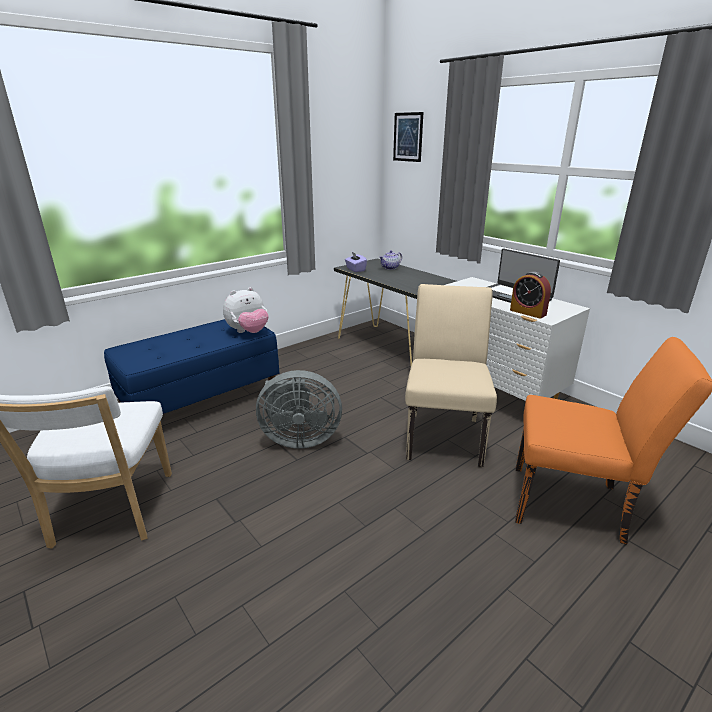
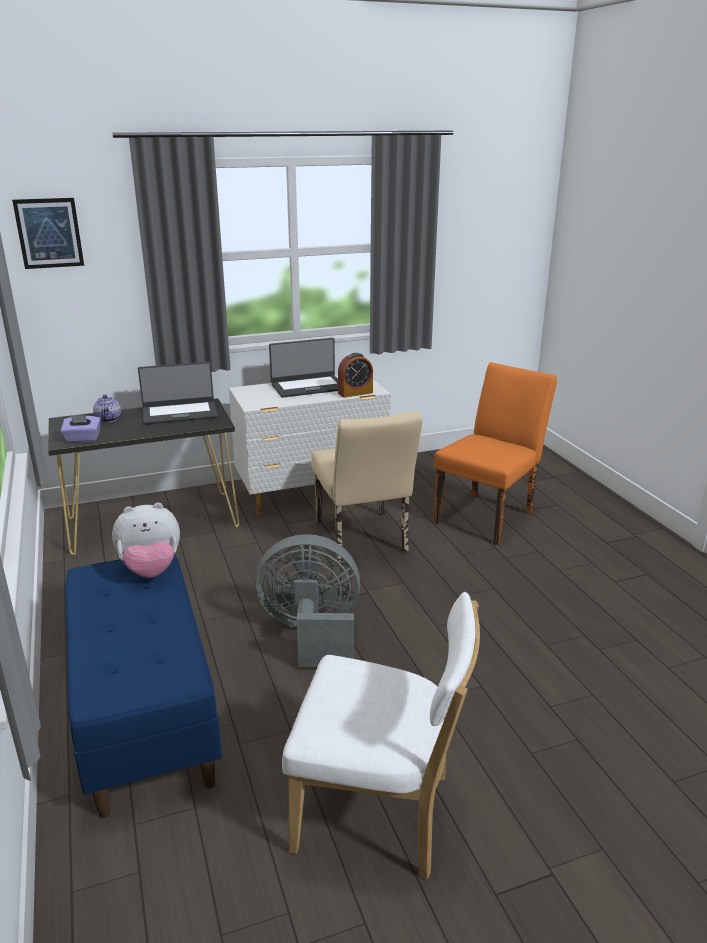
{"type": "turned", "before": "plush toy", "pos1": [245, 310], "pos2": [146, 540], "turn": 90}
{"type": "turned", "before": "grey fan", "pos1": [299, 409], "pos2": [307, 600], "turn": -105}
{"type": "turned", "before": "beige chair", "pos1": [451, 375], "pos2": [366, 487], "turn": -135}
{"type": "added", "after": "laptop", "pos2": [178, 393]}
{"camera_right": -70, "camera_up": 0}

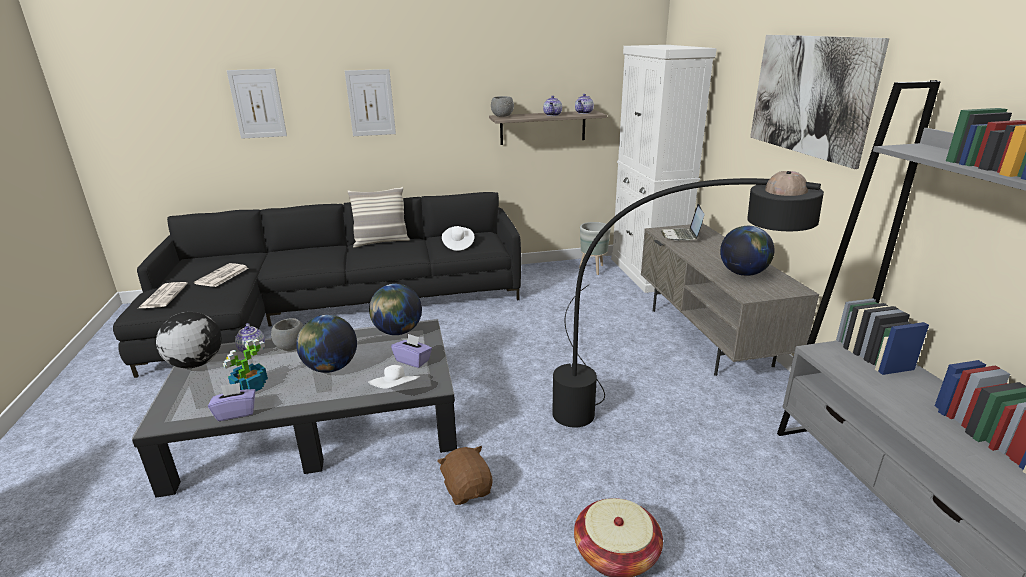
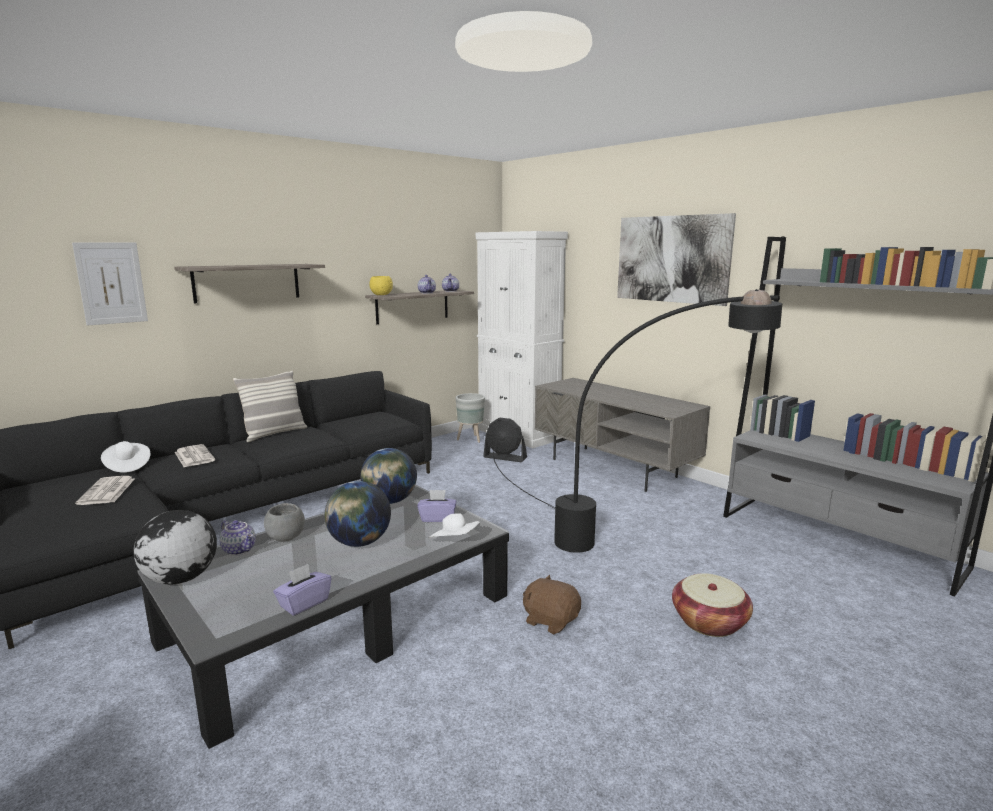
{"type": "moved", "before": "newspaper", "pos1": [163, 295], "pos2": [195, 455]}
{"type": "removed", "before": "potted plant", "pos1": [245, 365]}
{"type": "replaced", "before": "picture", "after": "shelf", "pos1": [370, 102], "pos2": [249, 283]}
{"type": "moved", "before": "white hat", "pos1": [458, 238], "pos2": [126, 457]}
{"type": "recoloured", "before": "grey bowl", "after": "yellow bowl", "pos1": [502, 106], "pos2": [381, 285]}
{"type": "removed", "before": "laptop", "pos1": [682, 222]}
{"type": "removed", "before": "globe", "pos1": [747, 251]}
{"type": "added", "after": "black fan", "pos2": [505, 440]}
{"camera_right": -30, "camera_up": -10}

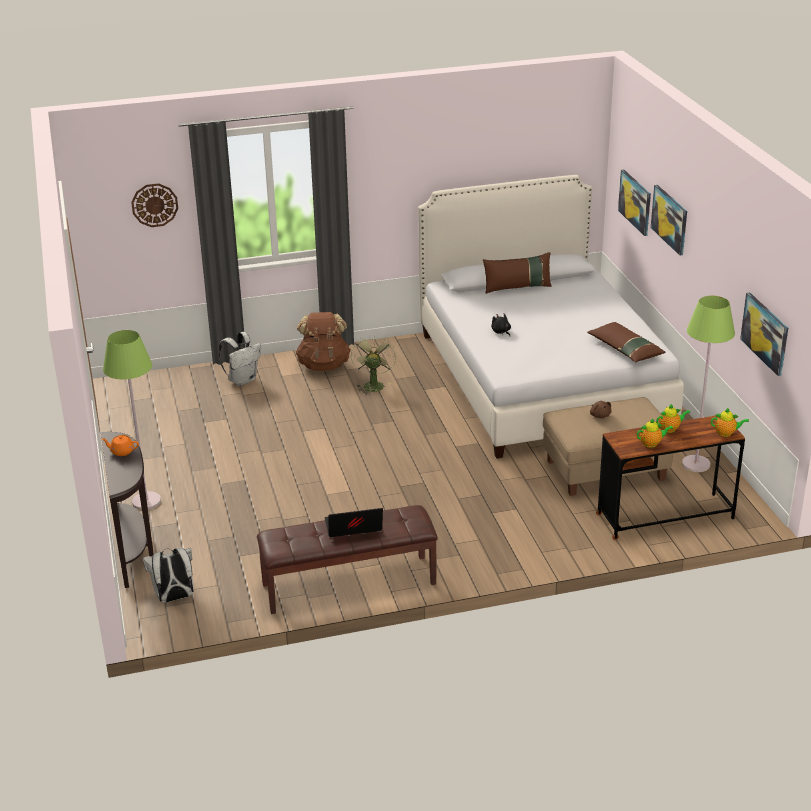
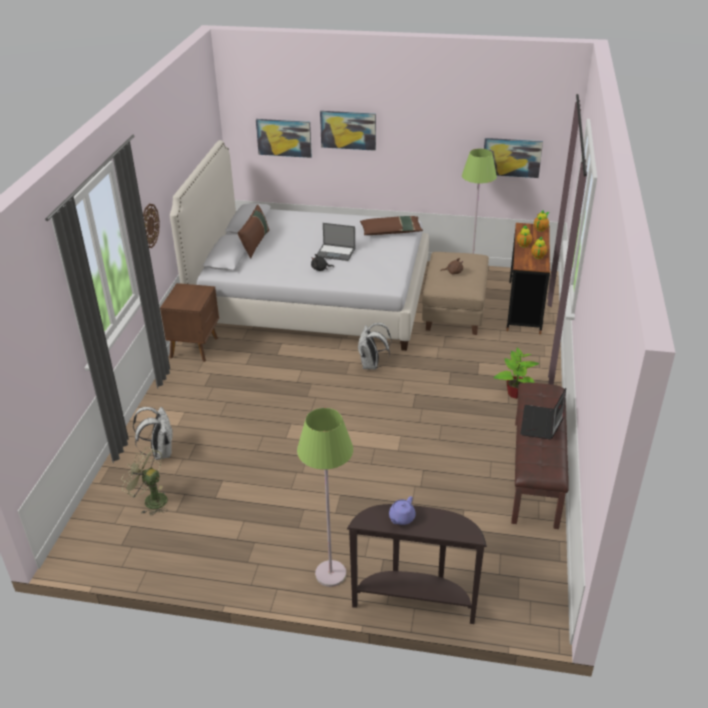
{"type": "recoloured", "before": "orange teapot", "after": "purple teapot", "pos1": [120, 445], "pos2": [402, 510]}
{"type": "moved", "before": "wall clock", "pos1": [154, 205], "pos2": [151, 226]}
{"type": "moved", "before": "white backpack", "pos1": [168, 575], "pos2": [374, 346]}
{"type": "removed", "before": "brown backpack", "pos1": [323, 341]}
{"type": "moved", "before": "green fan", "pos1": [373, 364], "pos2": [144, 481]}
{"type": "added", "after": "brown nightstand", "pos2": [189, 322]}
{"type": "added", "after": "laptop", "pos2": [336, 242]}
{"type": "added", "after": "potted plant", "pos2": [516, 373]}
{"camera_right": -65, "camera_up": 5}

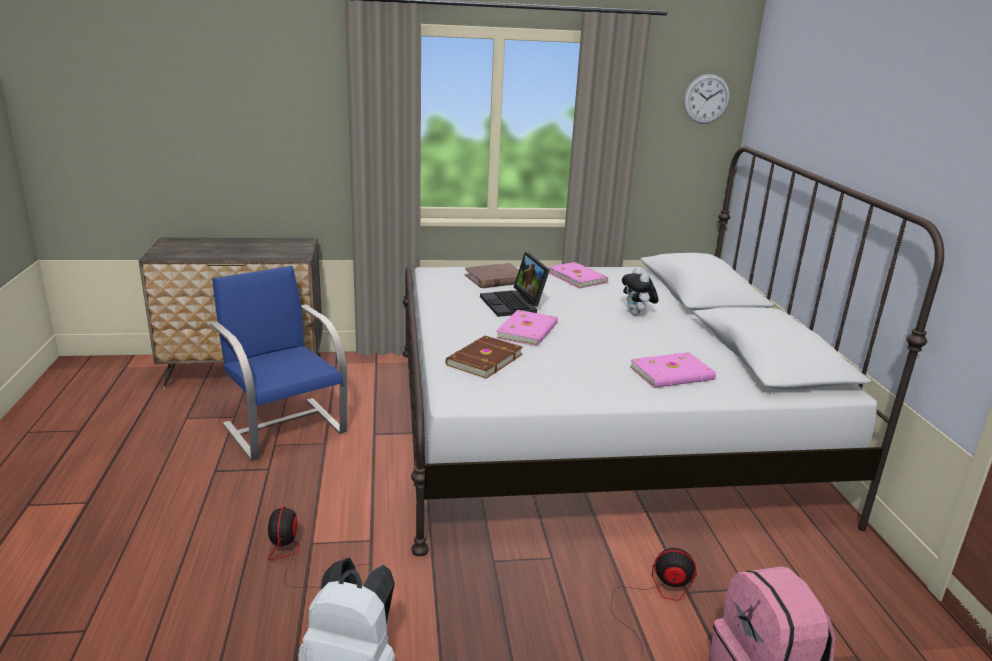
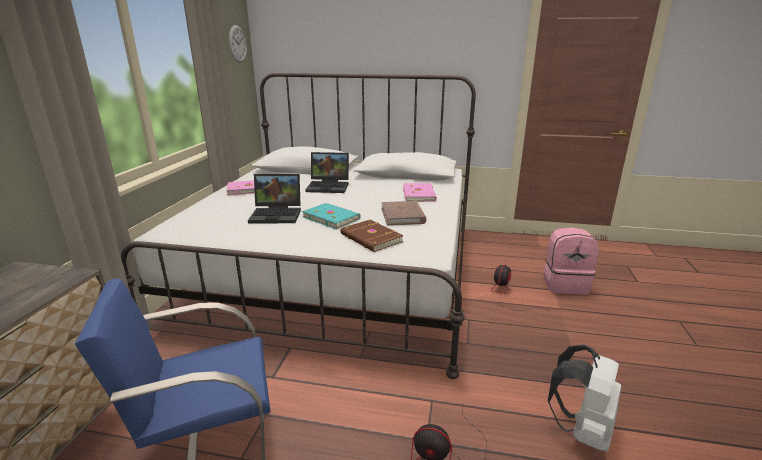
{"type": "moved", "before": "brown book", "pos1": [492, 275], "pos2": [404, 213]}
{"type": "recoloured", "before": "pink book", "after": "turquoise book", "pos1": [527, 328], "pos2": [331, 216]}
{"type": "replaced", "before": "plush toy", "after": "laptop", "pos1": [640, 291], "pos2": [327, 172]}
{"camera_right": -70, "camera_up": 0}

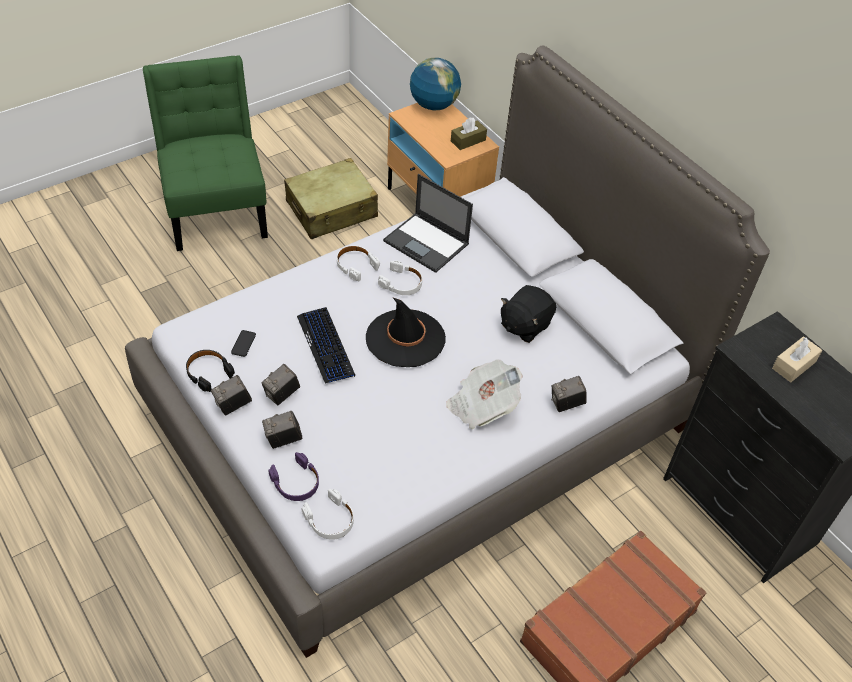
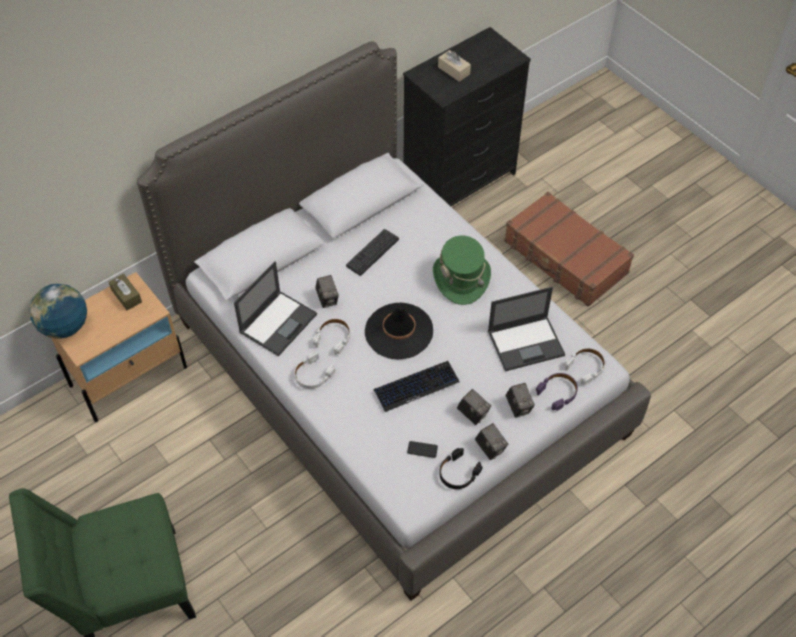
{"type": "removed", "before": "beige suitcase", "pos1": [331, 198]}
{"type": "replaced", "before": "newspaper", "after": "green hat", "pos1": [484, 394], "pos2": [462, 270]}
{"type": "replaced", "before": "black plush toy", "after": "keyboard", "pos1": [528, 314], "pos2": [372, 252]}
{"type": "moved", "before": "photo camera", "pos1": [568, 394], "pos2": [327, 291]}
{"type": "added", "after": "laptop", "pos2": [526, 329]}
{"camera_right": -90, "camera_up": 5}

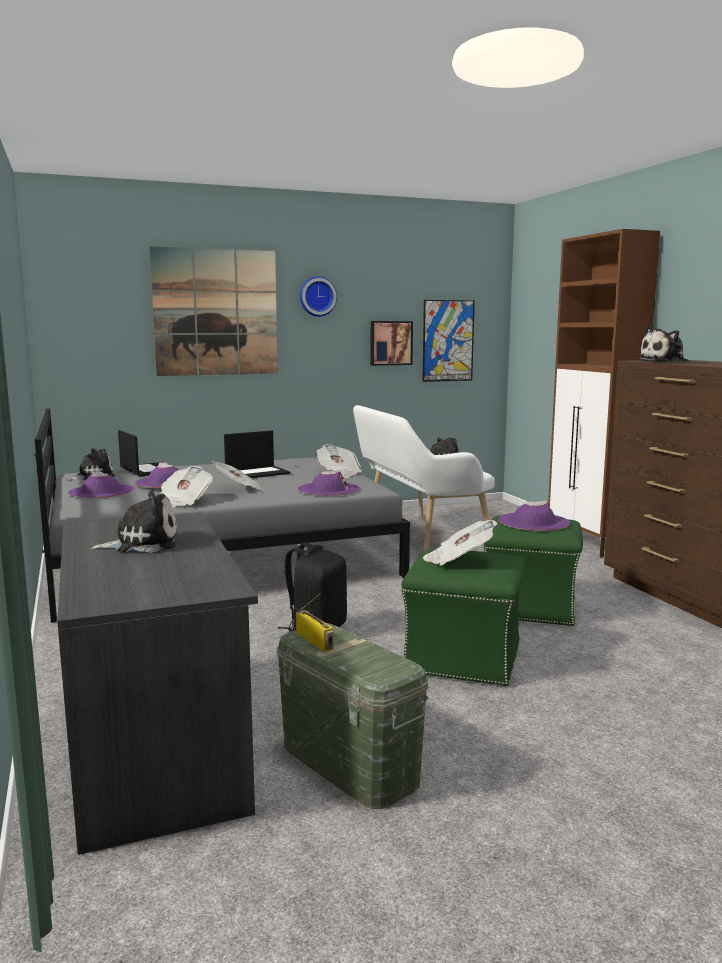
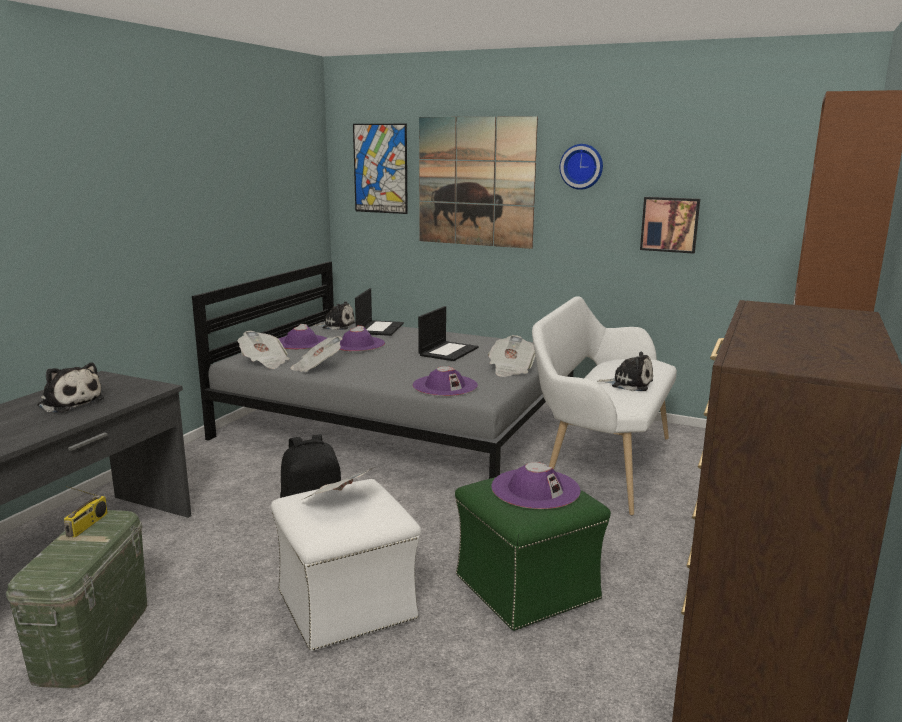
{"type": "moved", "before": "newspaper", "pos1": [237, 475], "pos2": [264, 350]}
{"type": "turned", "before": "laptop", "pos1": [257, 454], "pos2": [448, 333], "turn": -75}
{"type": "recoloured", "before": "green ottoman", "after": "white ottoman", "pos1": [463, 618], "pos2": [346, 565]}
{"type": "moved", "before": "picture", "pos1": [448, 341], "pos2": [380, 169]}
{"type": "removed", "before": "plush toy", "pos1": [663, 344]}
{"camera_right": 45, "camera_up": 5}

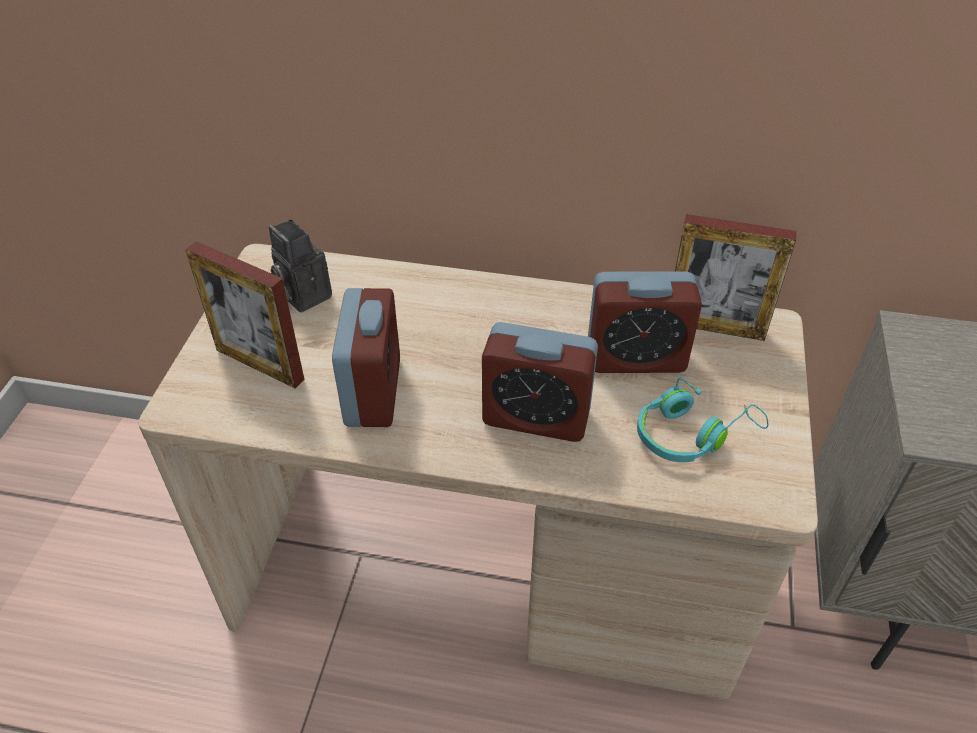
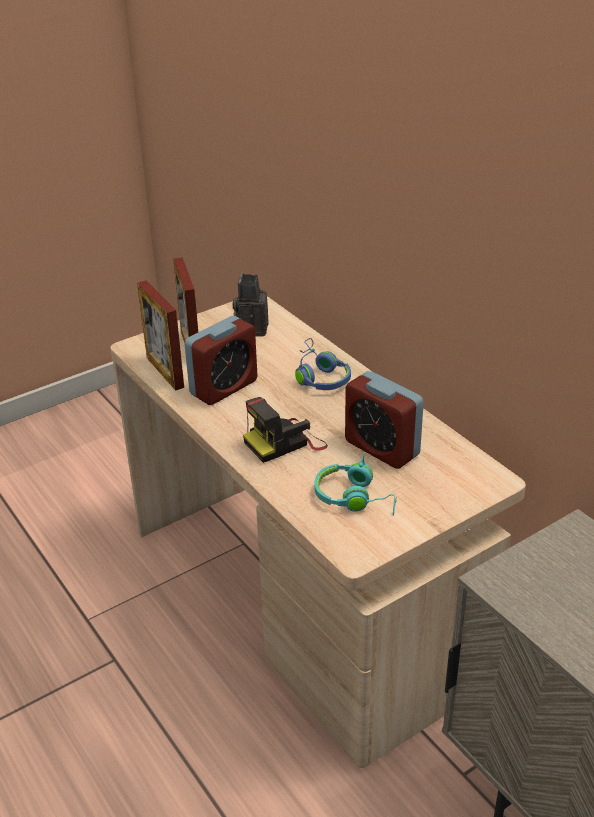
{"type": "replaced", "before": "alarm clock", "after": "photo camera", "pos1": [540, 382], "pos2": [285, 430]}
{"type": "moved", "before": "picture frame", "pos1": [736, 277], "pos2": [160, 335]}
{"type": "added", "after": "blue headphones", "pos2": [323, 364]}
{"camera_right": 45, "camera_up": -10}

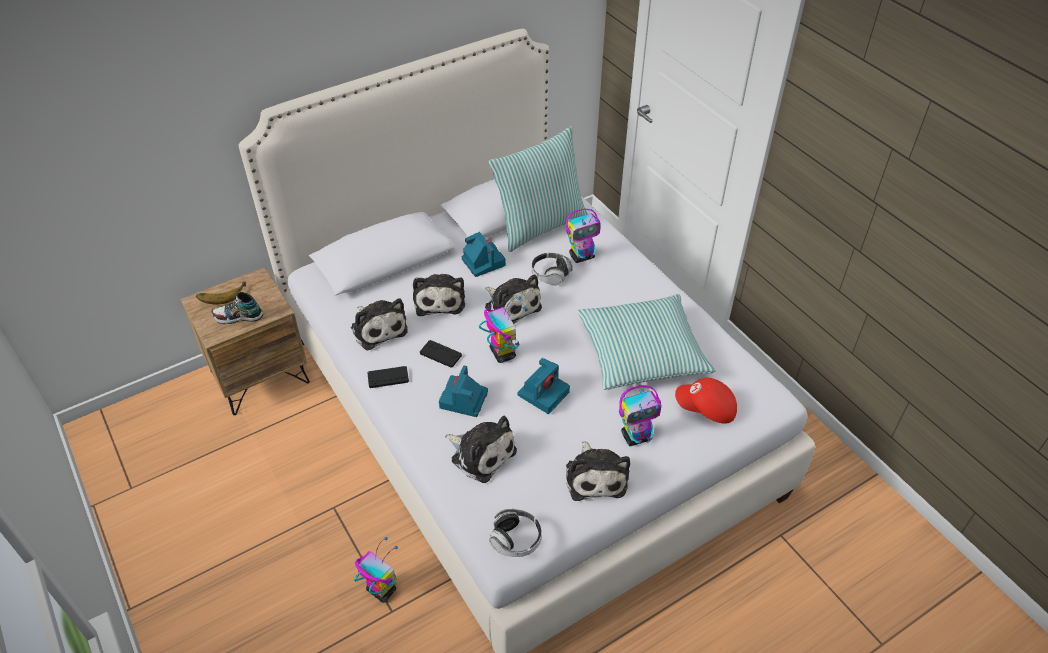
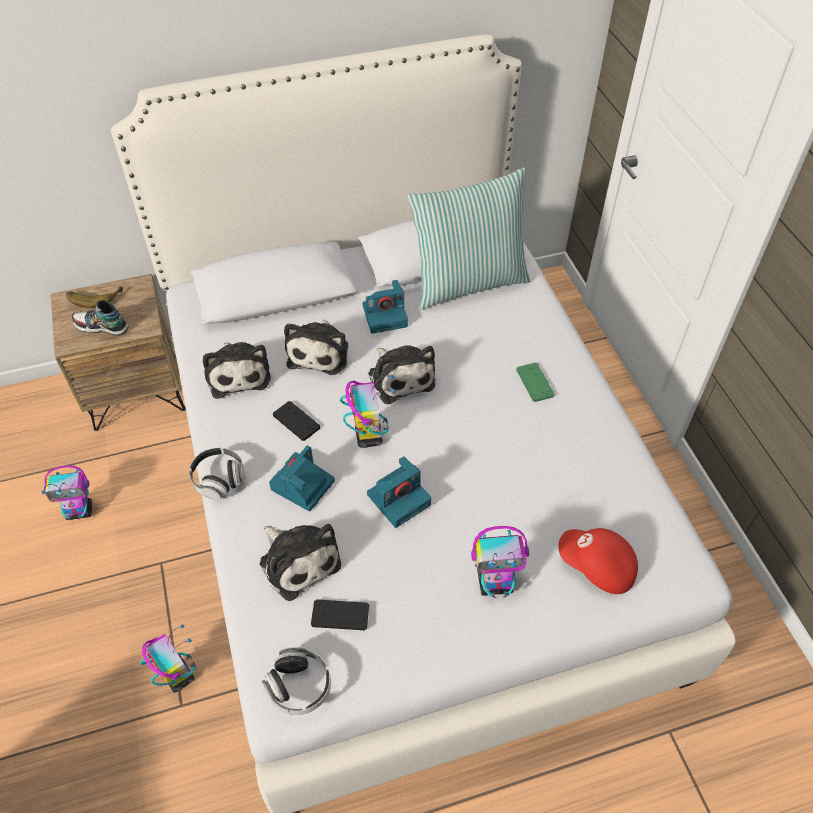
{"type": "moved", "before": "black game controller", "pos1": [388, 377], "pos2": [340, 614]}
{"type": "turned", "before": "photo camera", "pos1": [484, 254], "pos2": [385, 307], "turn": 90}
{"type": "moved", "before": "headphones", "pos1": [552, 269], "pos2": [217, 474]}
{"type": "moved", "before": "toy robot", "pos1": [583, 236], "pos2": [67, 492]}
{"type": "removed", "before": "plush toy", "pos1": [598, 471]}
{"type": "removed", "before": "pillow", "pos1": [646, 342]}
{"type": "added", "after": "green game controller", "pos2": [535, 382]}
{"camera_right": 15, "camera_up": 5}

